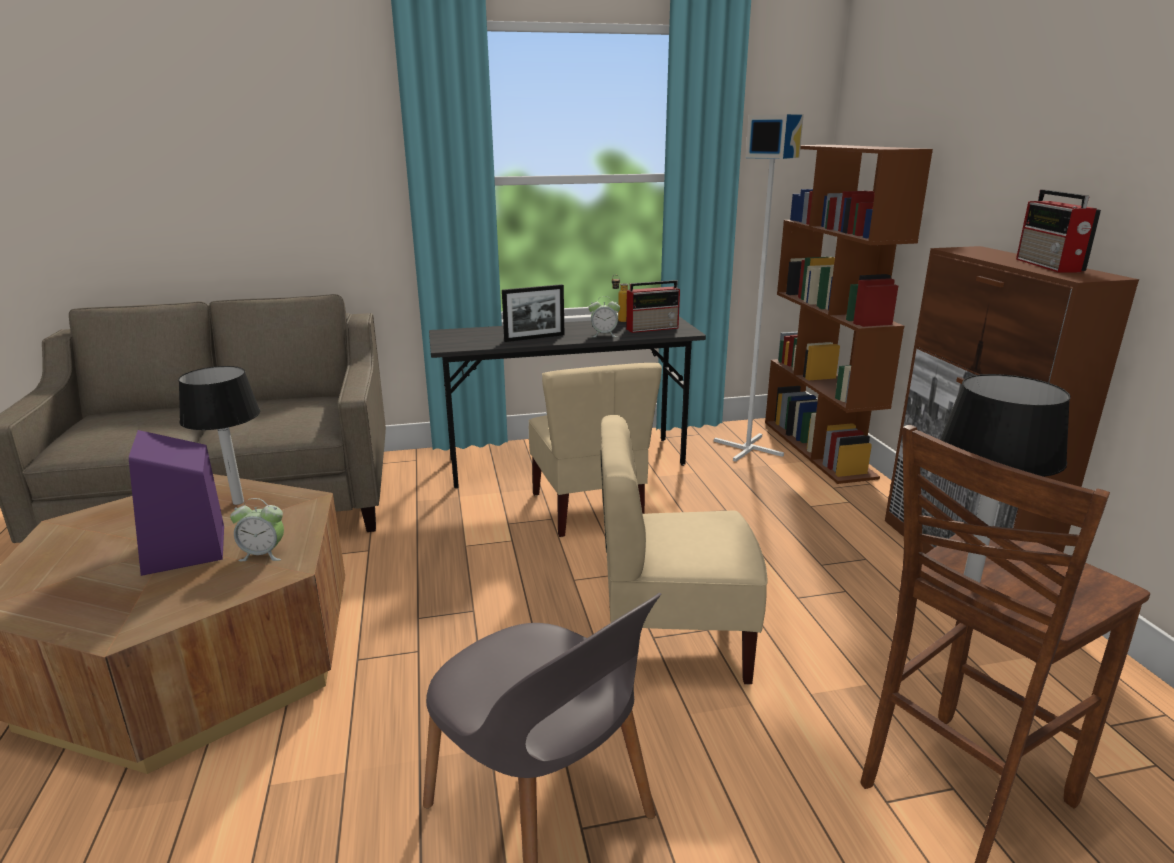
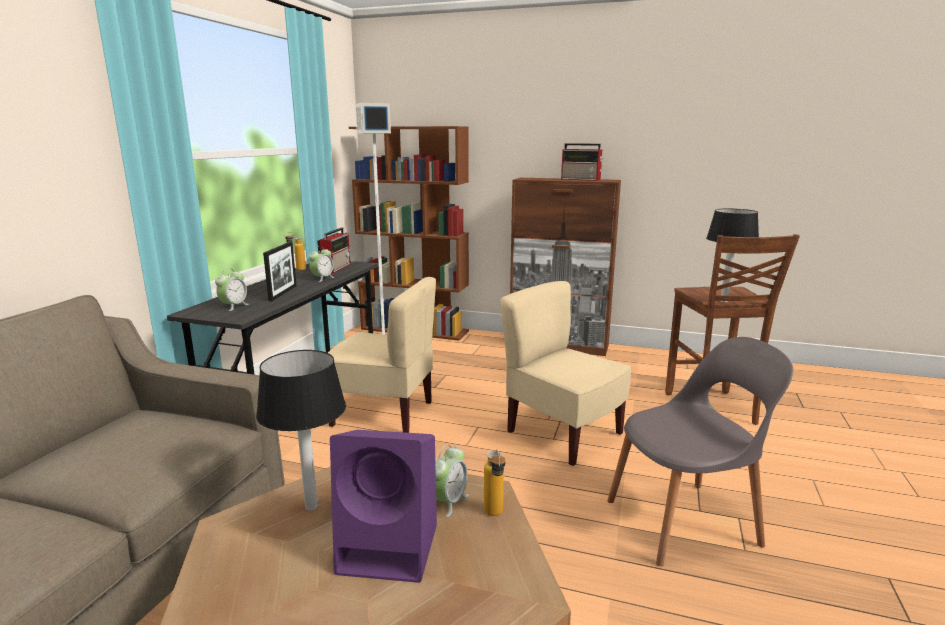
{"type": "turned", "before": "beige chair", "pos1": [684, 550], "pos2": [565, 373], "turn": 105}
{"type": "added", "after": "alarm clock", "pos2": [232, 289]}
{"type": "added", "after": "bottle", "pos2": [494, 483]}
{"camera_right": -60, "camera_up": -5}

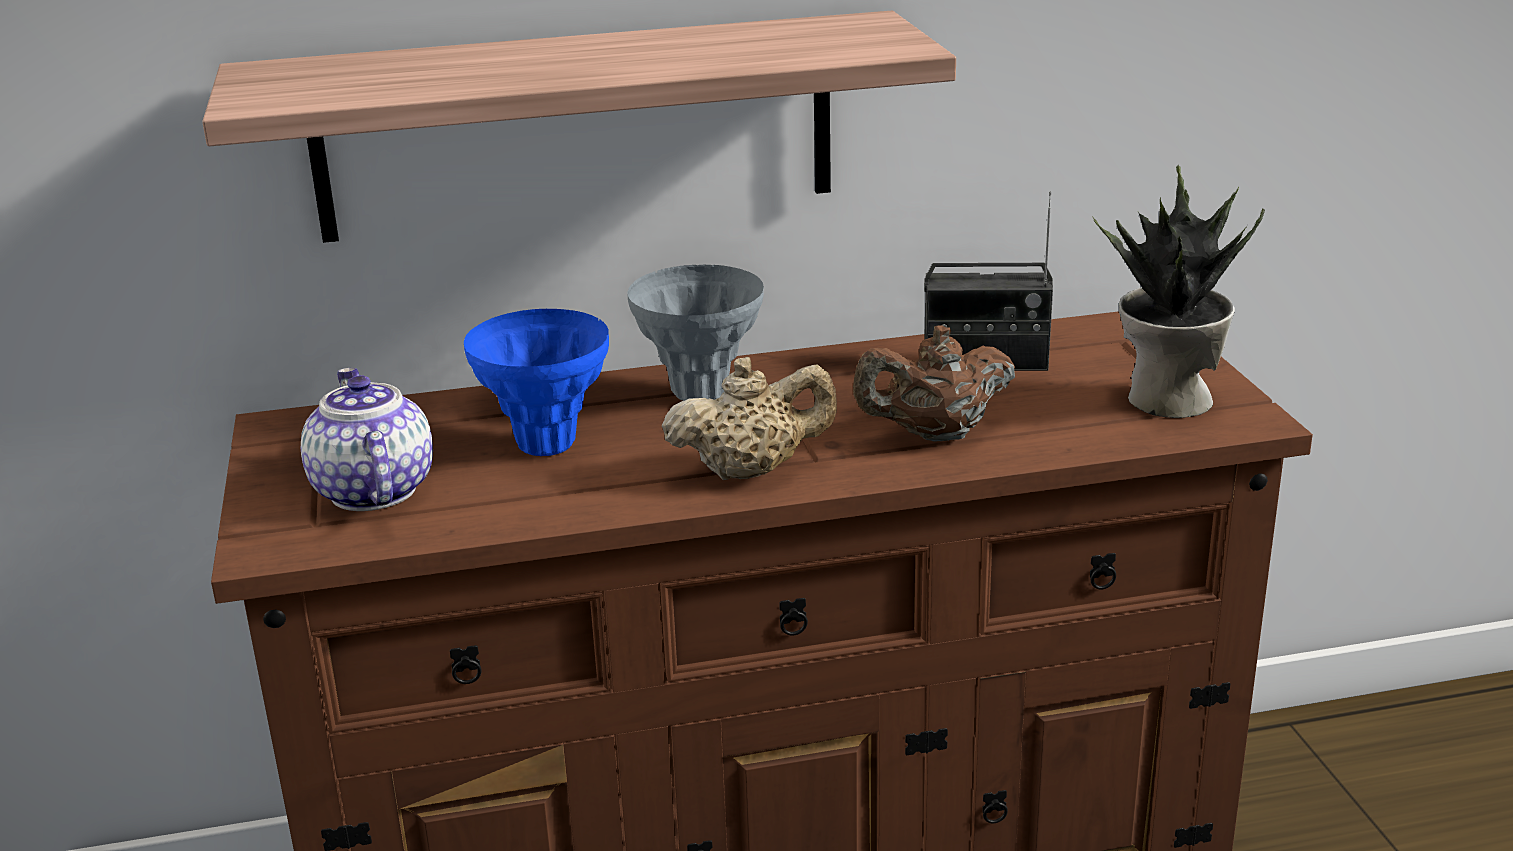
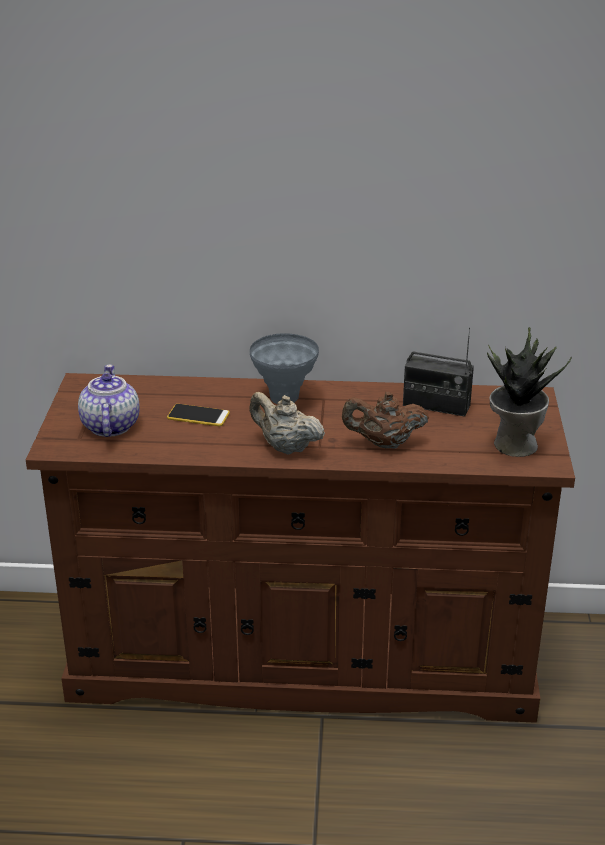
{"type": "removed", "before": "shelf", "pos1": [579, 127]}
{"type": "replaced", "before": "blue vase", "after": "phone", "pos1": [536, 382], "pos2": [198, 415]}
{"type": "turned", "before": "beige teapot", "pos1": [749, 418], "pos2": [287, 423], "turn": -150}
{"camera_right": 15, "camera_up": 5}

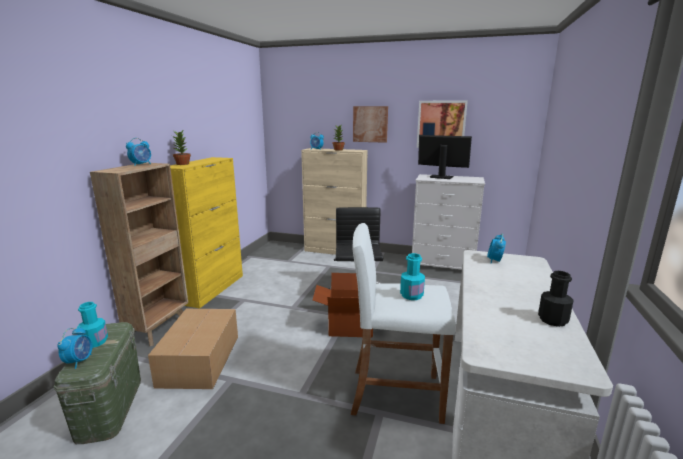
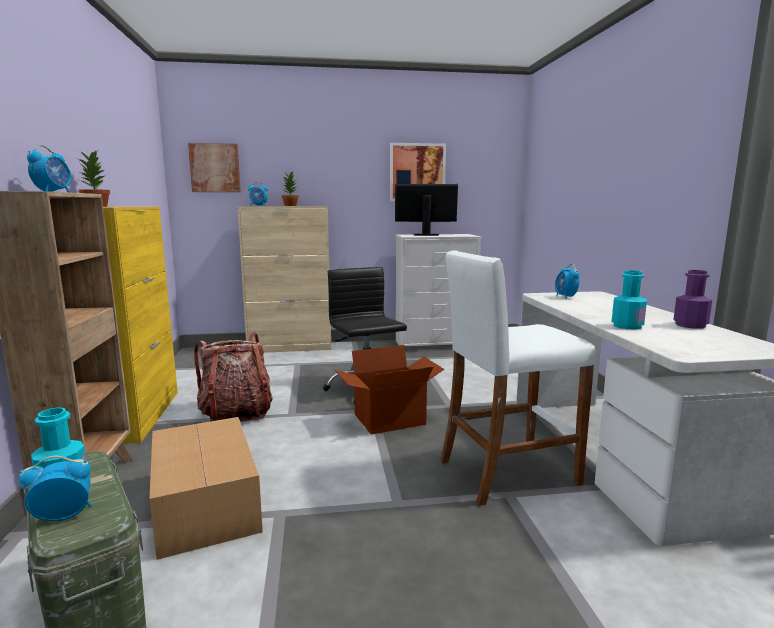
{"type": "turned", "before": "alarm clock", "pos1": [75, 348], "pos2": [55, 488], "turn": -90}
{"type": "moved", "before": "picture", "pos1": [370, 124], "pos2": [214, 167]}
{"type": "moved", "before": "turquoise bottle", "pos1": [412, 276], "pos2": [629, 300]}
{"type": "recoloured", "before": "black bottle", "after": "purple bottle", "pos1": [556, 299], "pos2": [692, 299]}
{"type": "added", "after": "backpack", "pos2": [233, 377]}
{"camera_right": -25, "camera_up": -5}

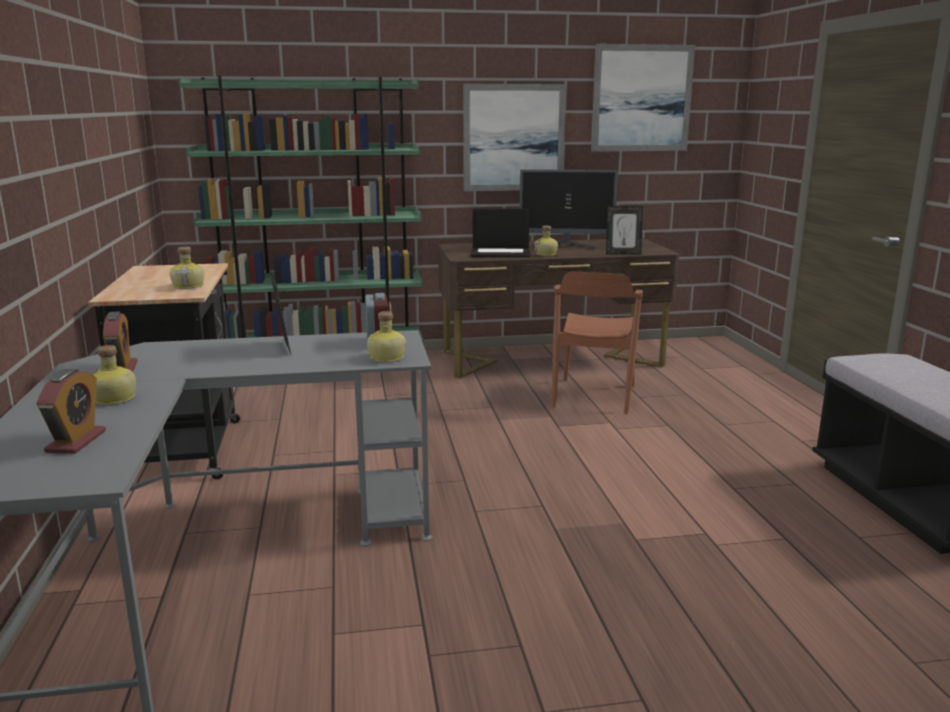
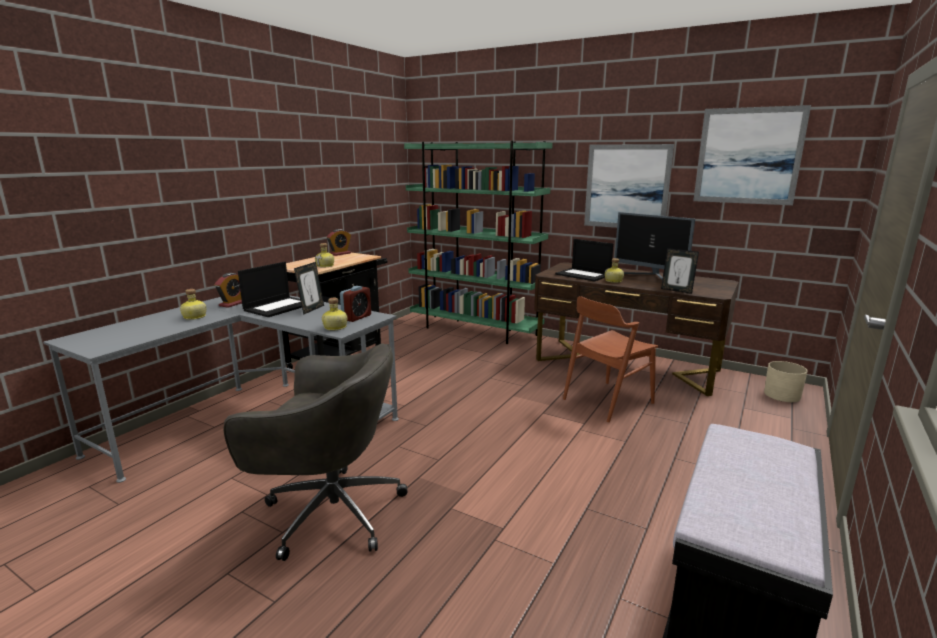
{"type": "moved", "before": "alarm clock", "pos1": [71, 411], "pos2": [339, 242]}
{"type": "added", "after": "grey office chair", "pos2": [316, 452]}
{"type": "added", "after": "laptop", "pos2": [270, 289]}
{"type": "added", "after": "beige planter", "pos2": [786, 381]}
{"camera_right": 40, "camera_up": 0}

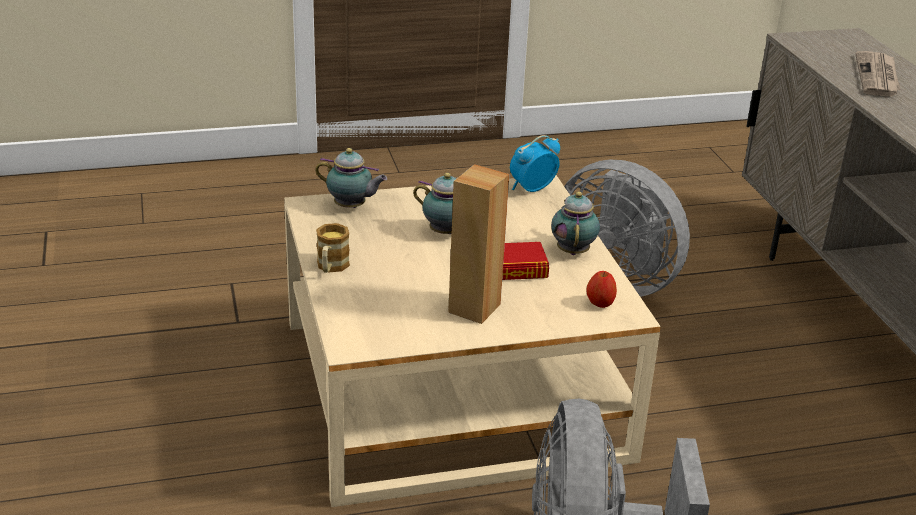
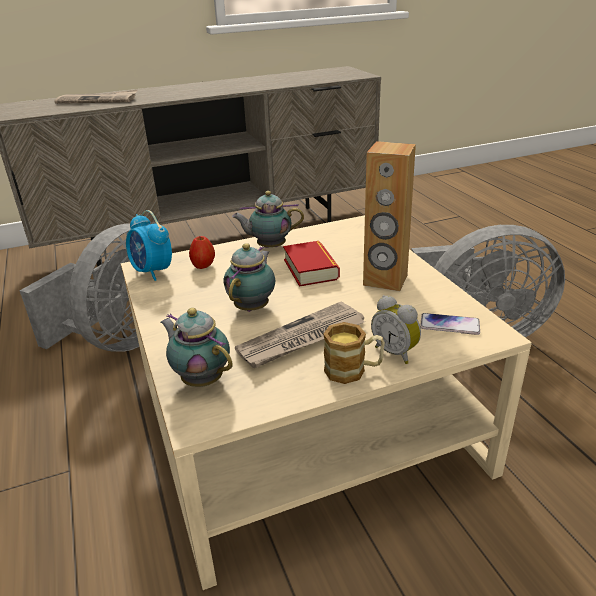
{"type": "turned", "before": "teapot", "pos1": [351, 178], "pos2": [197, 347], "turn": -60}
{"type": "moved", "before": "apple", "pos1": [601, 289], "pos2": [202, 252]}
{"type": "added", "after": "newspaper", "pos2": [300, 335]}
{"type": "added", "after": "alarm clock", "pos2": [396, 329]}
{"type": "added", "after": "phone", "pos2": [450, 324]}
{"camera_right": -95, "camera_up": 0}

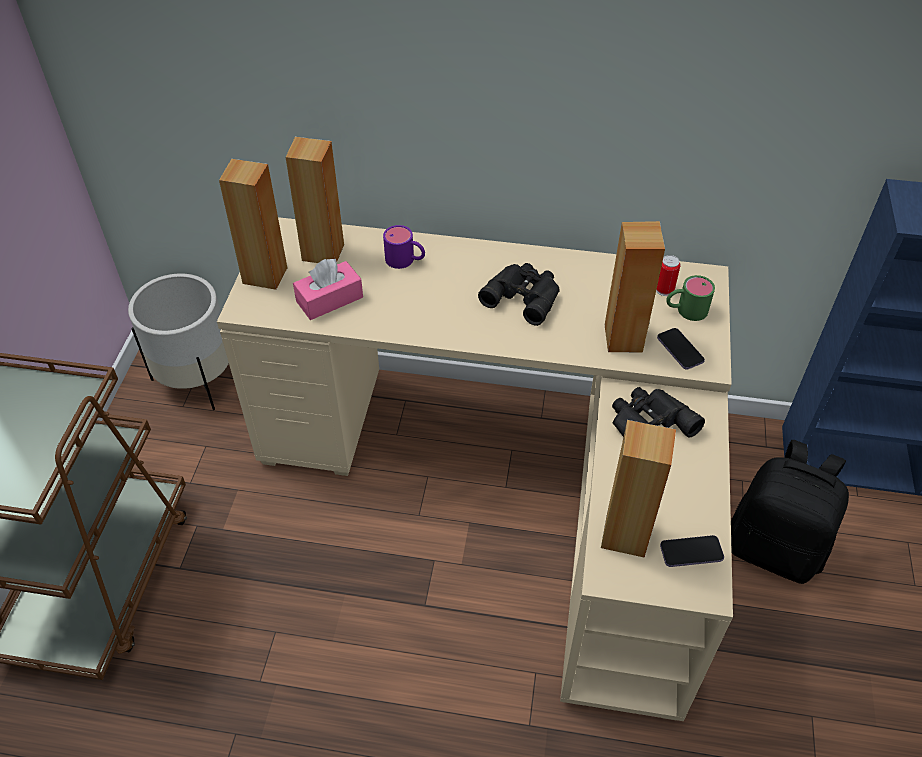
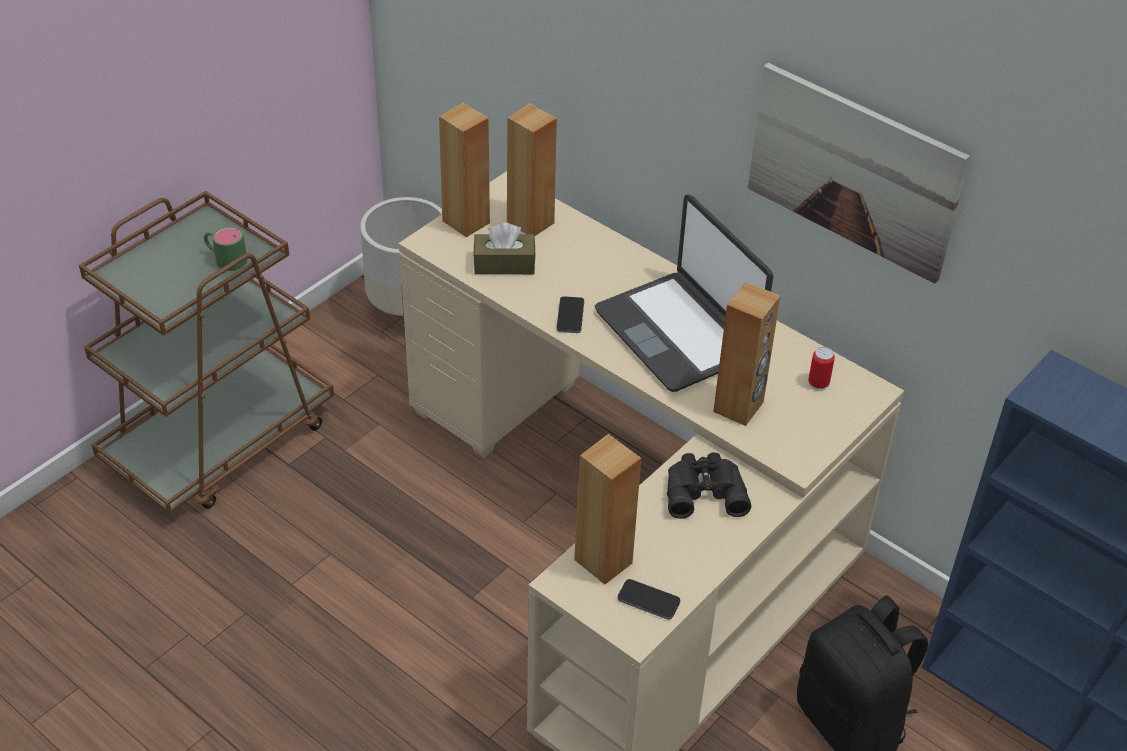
{"type": "recoloured", "before": "pink tissue box", "after": "brown tissue box", "pos1": [328, 289], "pos2": [504, 248]}
{"type": "removed", "before": "purple mug", "pos1": [404, 247]}
{"type": "replaced", "before": "black binoculars", "after": "laptop", "pos1": [519, 294], "pos2": [684, 293]}
{"type": "moved", "before": "phone", "pos1": [681, 349], "pos2": [570, 314]}
{"type": "moved", "before": "green mug", "pos1": [690, 298], "pos2": [225, 248]}
{"type": "added", "after": "picture", "pos2": [859, 173]}
{"camera_right": 30, "camera_up": -5}

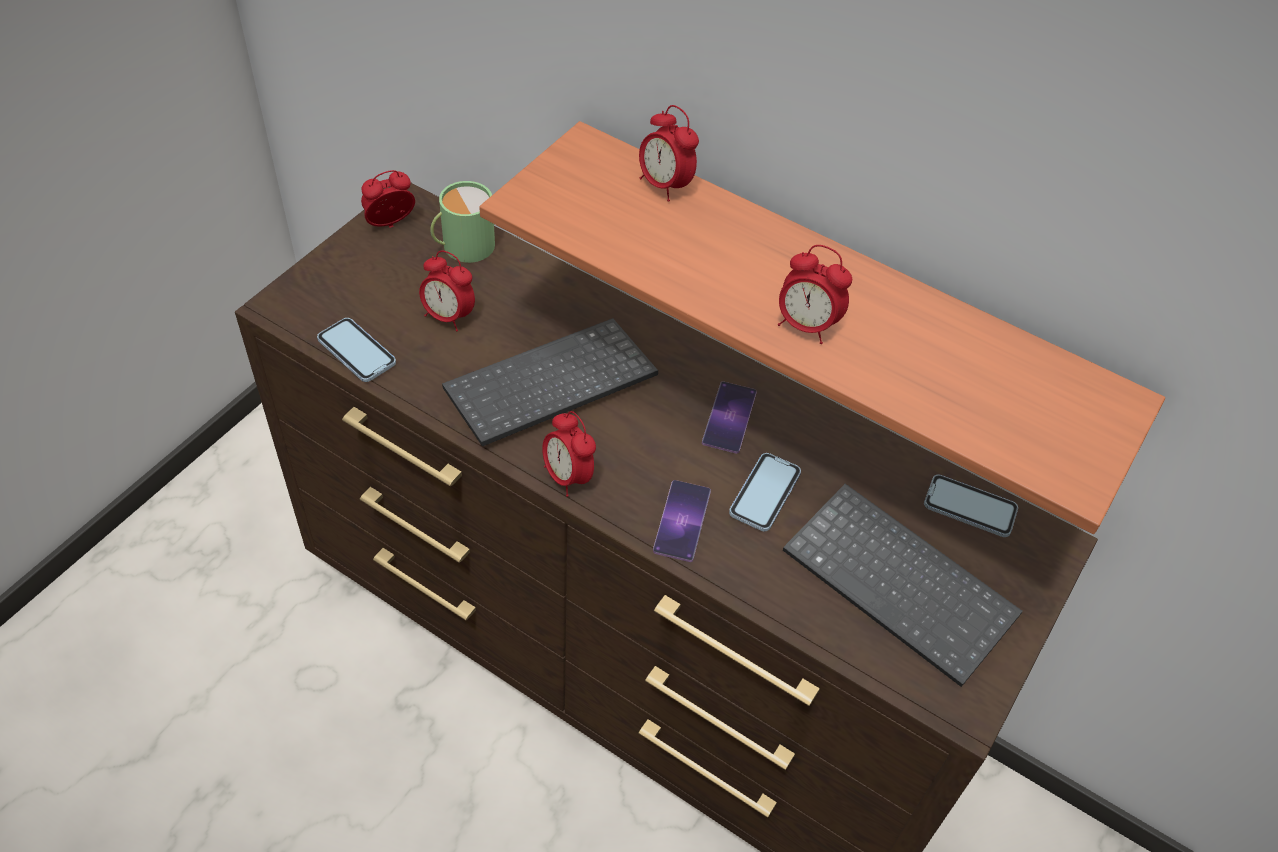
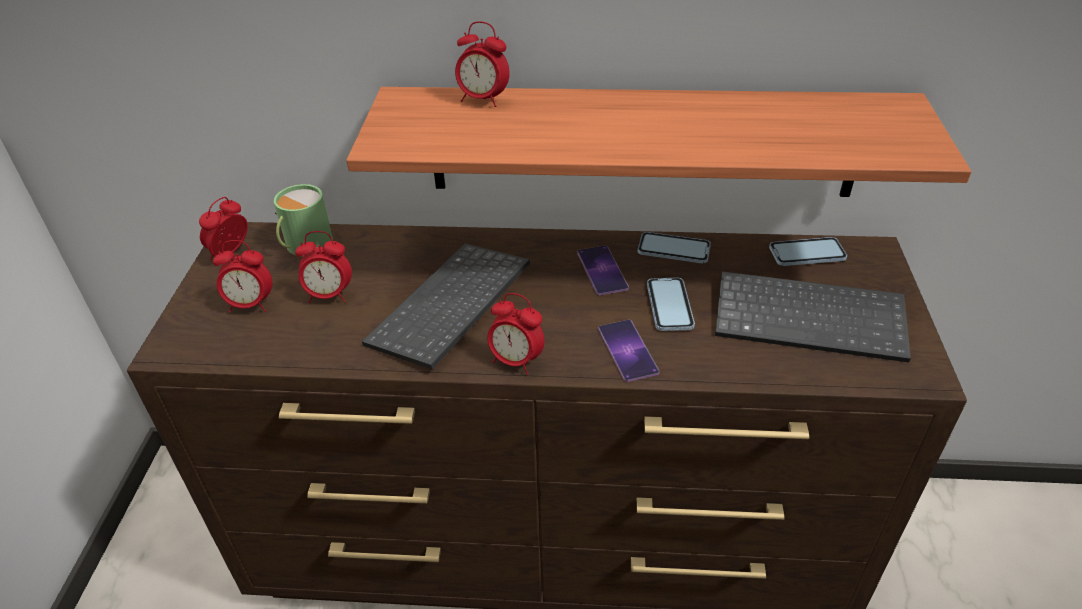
{"type": "moved", "before": "phone", "pos1": [356, 350], "pos2": [674, 247]}
{"type": "moved", "before": "alarm clock", "pos1": [815, 294], "pos2": [242, 276]}
{"camera_right": -25, "camera_up": -10}

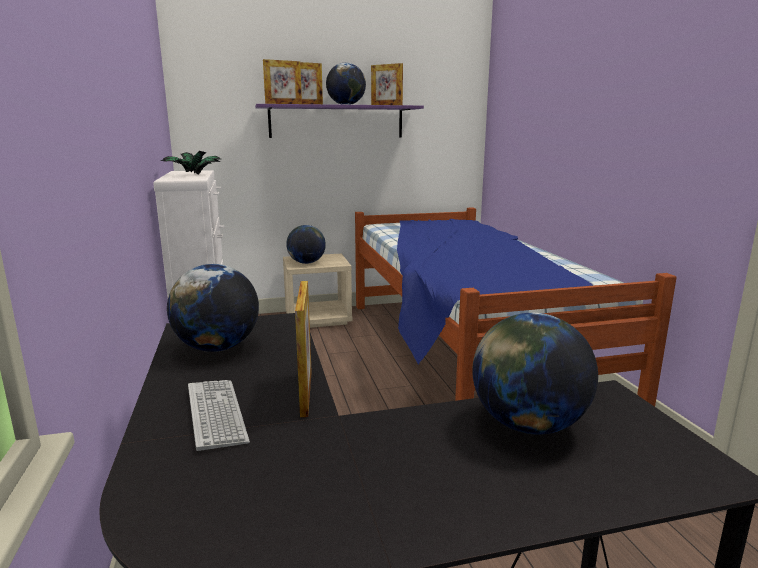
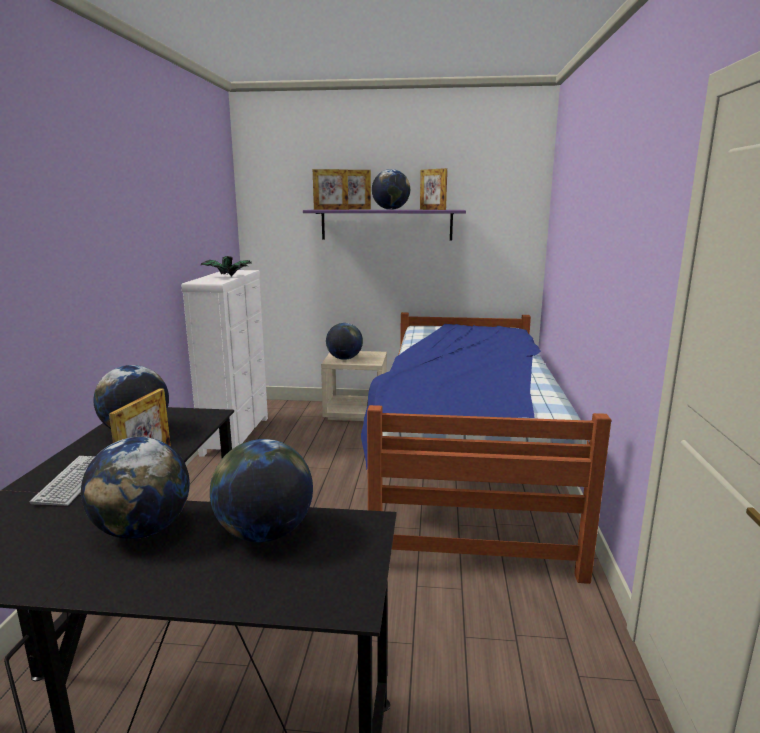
{"type": "added", "after": "globe", "pos2": [135, 488]}
{"camera_right": 20, "camera_up": 0}

